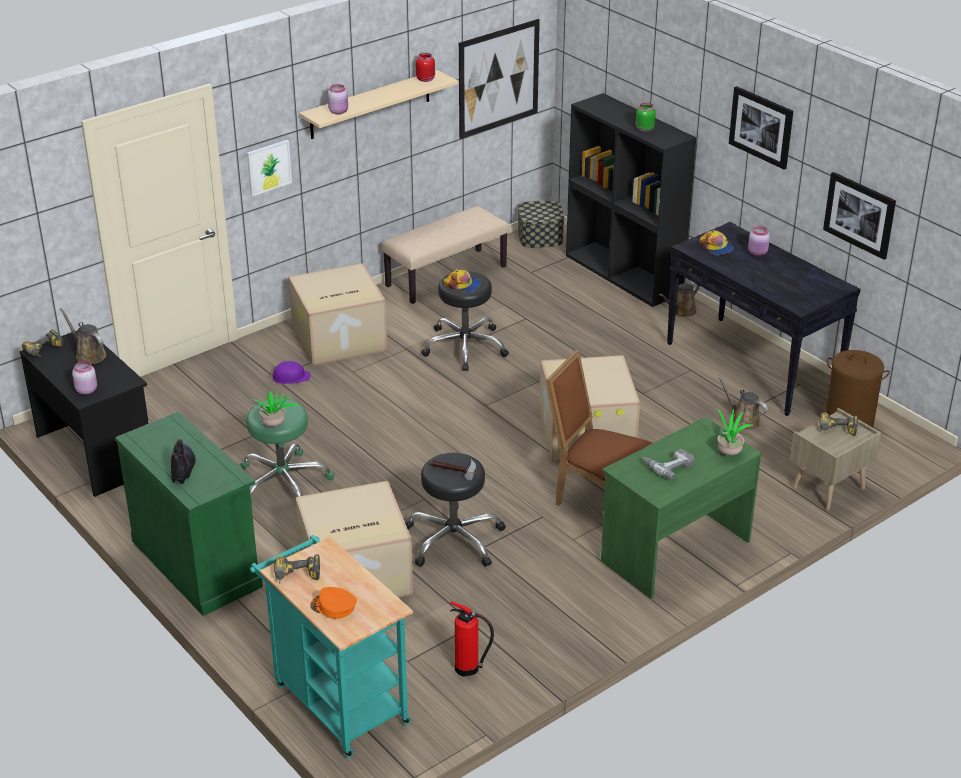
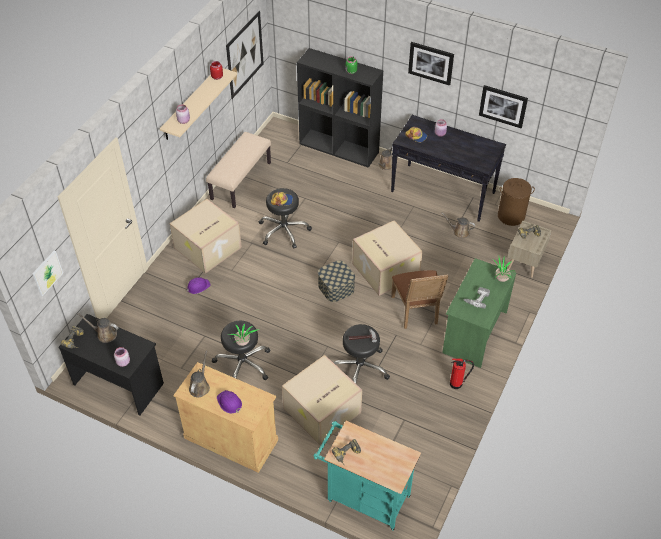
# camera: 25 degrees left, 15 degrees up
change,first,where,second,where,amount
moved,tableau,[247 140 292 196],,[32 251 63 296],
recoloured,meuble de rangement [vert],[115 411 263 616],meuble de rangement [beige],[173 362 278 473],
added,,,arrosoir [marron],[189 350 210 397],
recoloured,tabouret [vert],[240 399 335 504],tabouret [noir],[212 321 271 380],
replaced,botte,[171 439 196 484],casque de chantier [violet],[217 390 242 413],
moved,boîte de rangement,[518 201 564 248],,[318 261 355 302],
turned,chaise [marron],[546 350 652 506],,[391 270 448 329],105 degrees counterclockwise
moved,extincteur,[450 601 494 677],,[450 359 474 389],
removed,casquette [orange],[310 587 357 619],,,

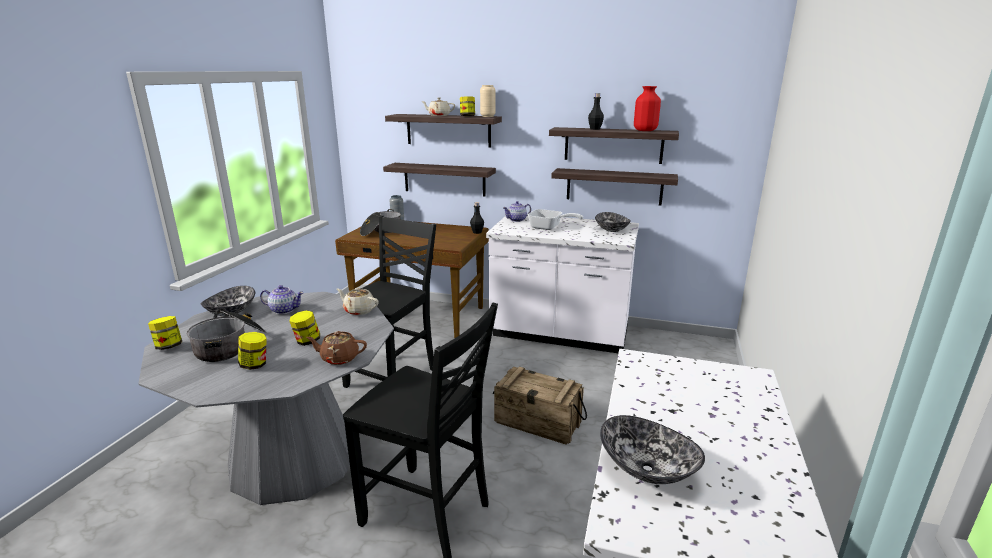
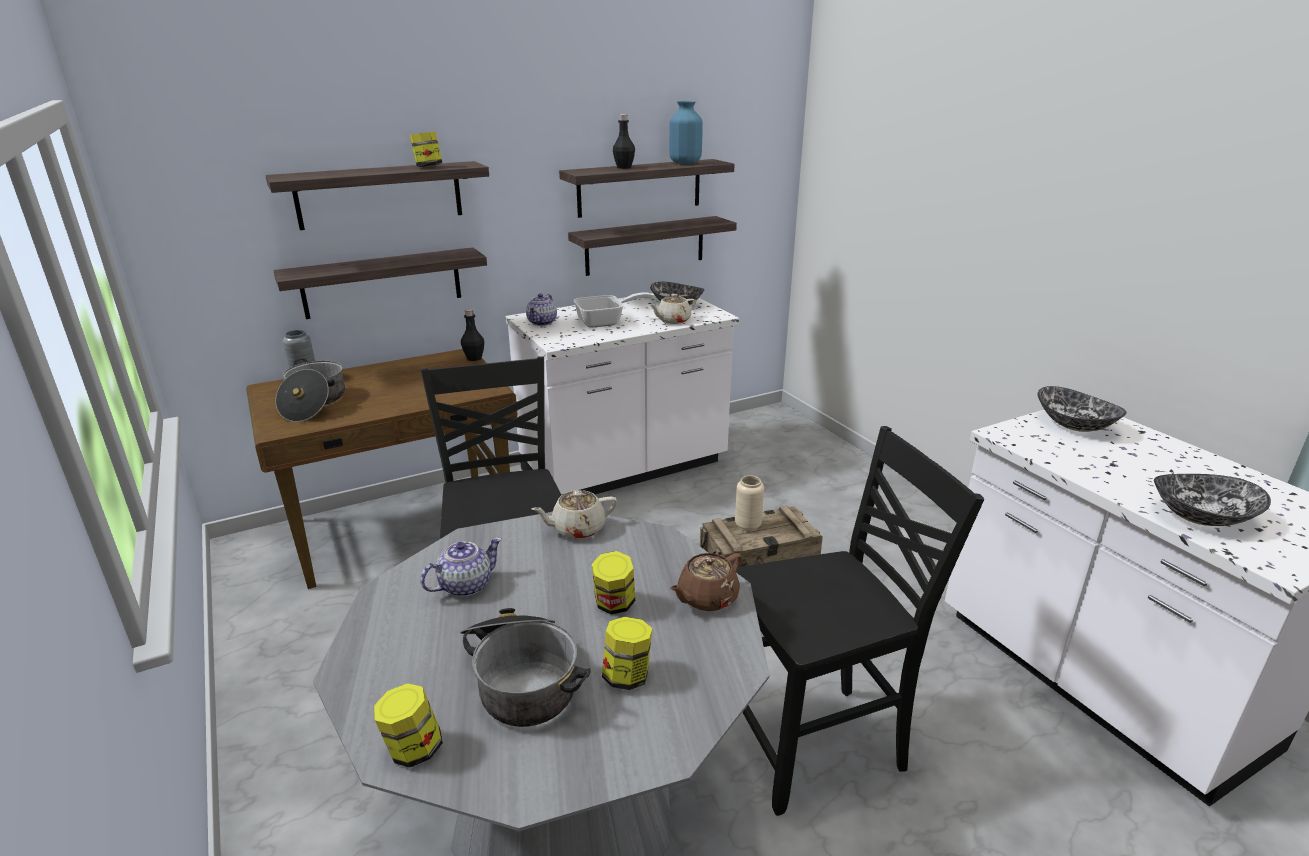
# camera: 45 degrees left, 5 degrees up
change,first,where,second,where,amount
moved,théière [beige],[421 97 455 116],,[650 294 696 324],
recoloured,vase [rouge],[634 86 661 131],vase [bleu],[669 101 703 164],
moved,vase [beige],[480 85 495 117],,[735 475 764 531],
moved,bol,[201 286 255 316],,[1038 386 1127 432],

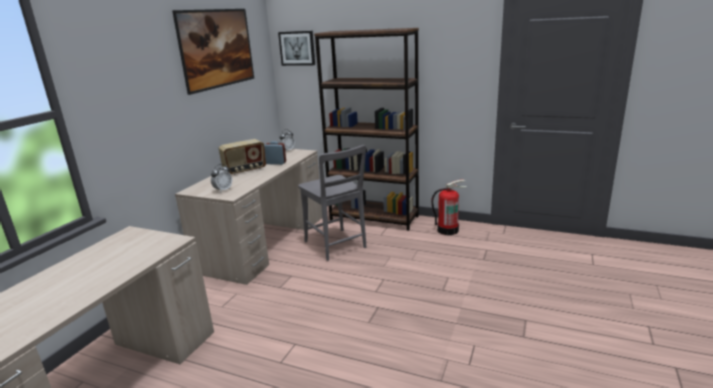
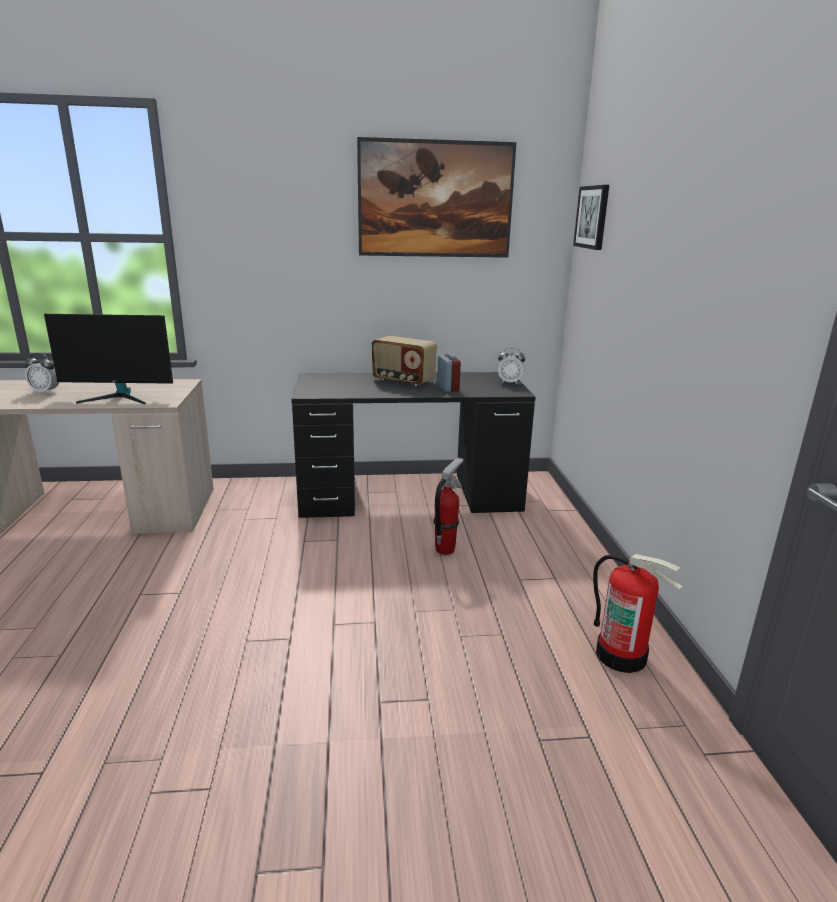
# camera: 60 degrees right, 0 degrees up
change,first,where,second,where,amount
moved,réveil,[211 164 232 193],,[24 353 59 394],
added,,,écran d'ordinateur,[44 314 173 404],
recoloured,bureau [beige],[175 149 322 285],bureau [noir],[291 372 536 518],
replaced,chaise [gris],[298 145 366 261],extincteur,[433 457 464 555],
removed,bibliothèque [marron],[314 28 419 231],,,

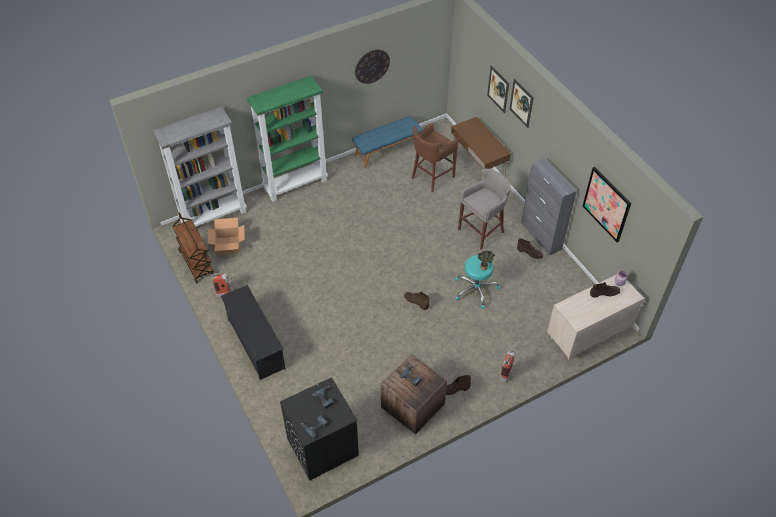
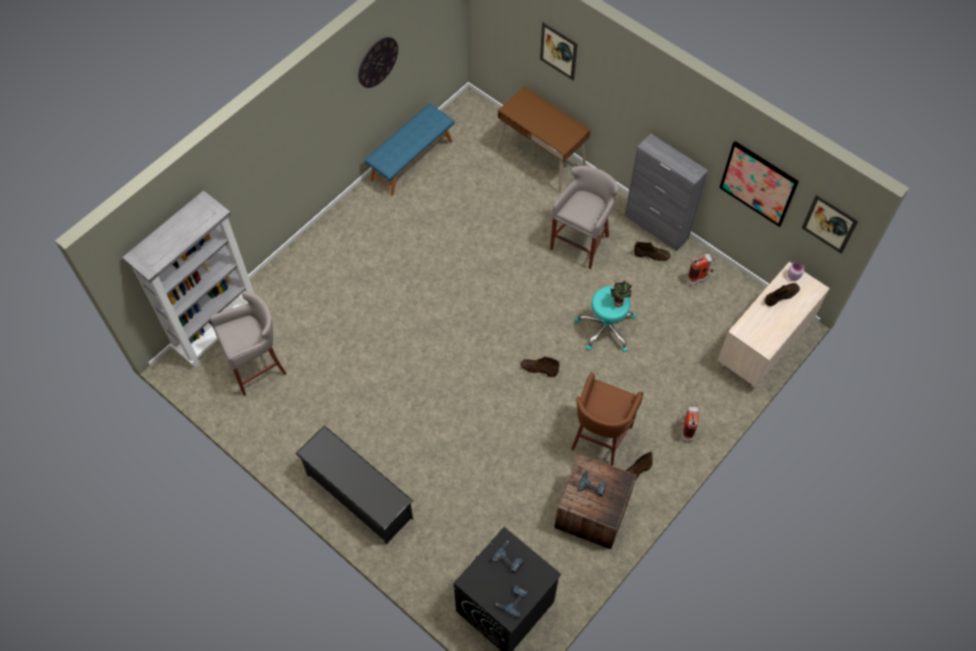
# camera: 20 degrees left, 10 degrees up
change,first,where,second,where,amount
replaced,carton,[208 217 245 254],tabouret [gris],[210 291 286 396],
moved,tabouret [marron],[412 123 458 192],,[571 372 643 466],
moved,extincteur,[212 273 236 297],,[686 254 715 286],
moved,tableau,[509 78 534 128],,[802 194 858 254],
removed,chariot [marron],[172 213 214 283],,,
removed,bibliothèque [vert],[247 76 328 202],,,

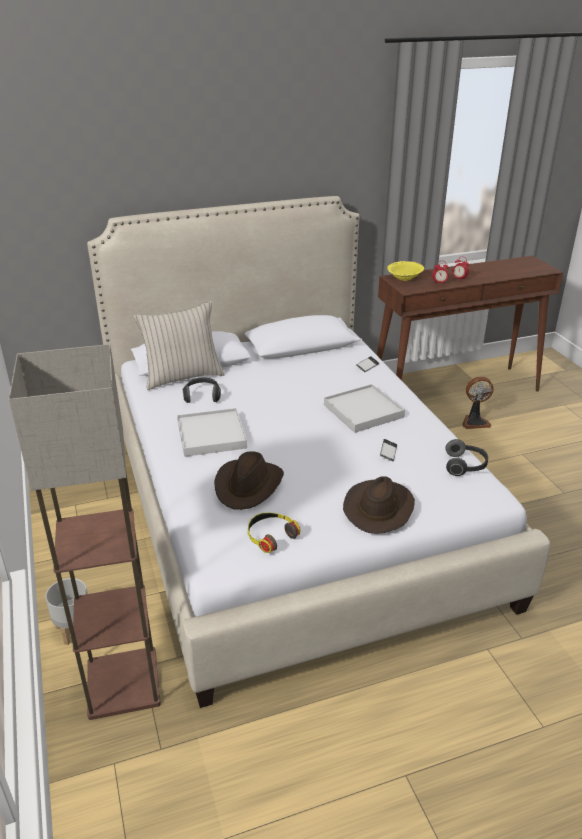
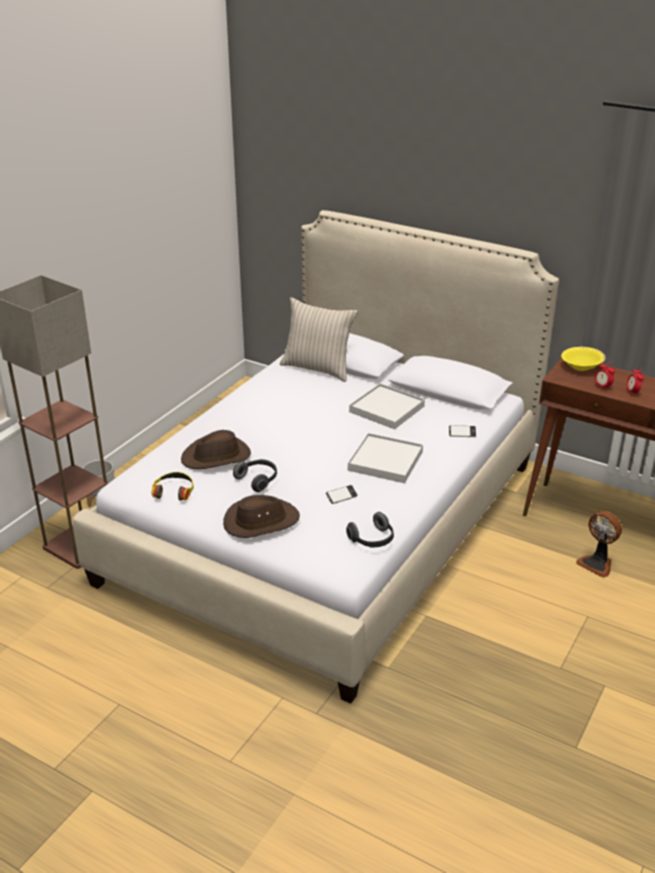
# camera: 50 degrees right, 0 degrees up
change,first,where,second,where,amount
moved,casque audio,[183 377 221 403],,[233 459 277 492],
moved,plateau [blanc],[177 408 247 457],,[349 383 425 429],

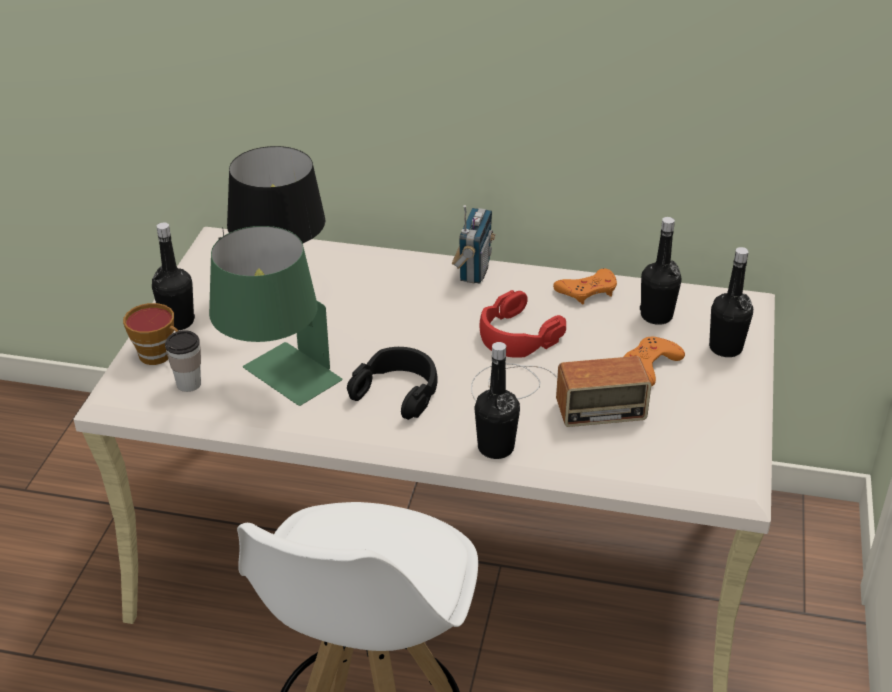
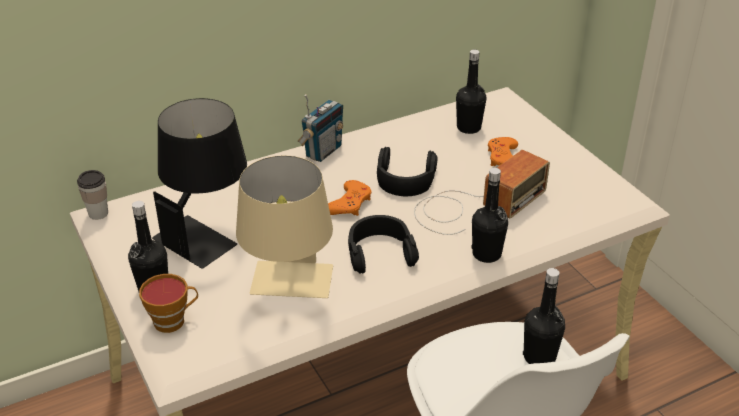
# camera: 40 degrees left, 0 degrees up
change,first,where,second,where,amount
moved,tasse,[165 330 201 392],,[77 170 108 220],
recoloured,lampe de table [vert],[209 226 342 406],lampe de table [beige],[236 156 333 298],
turned,radio,[452 205 495 283],,[298 94 343 162],60 degrees clockwise
moved,manette [orange],[553 269 617 304],,[328 180 371 216],
recoloured,casque audio [rouge],[480 290 566 358],casque audio [noir],[377 147 438 196],
moved,bouteille [noir],[709 247 753 357],,[523 268 565 364],

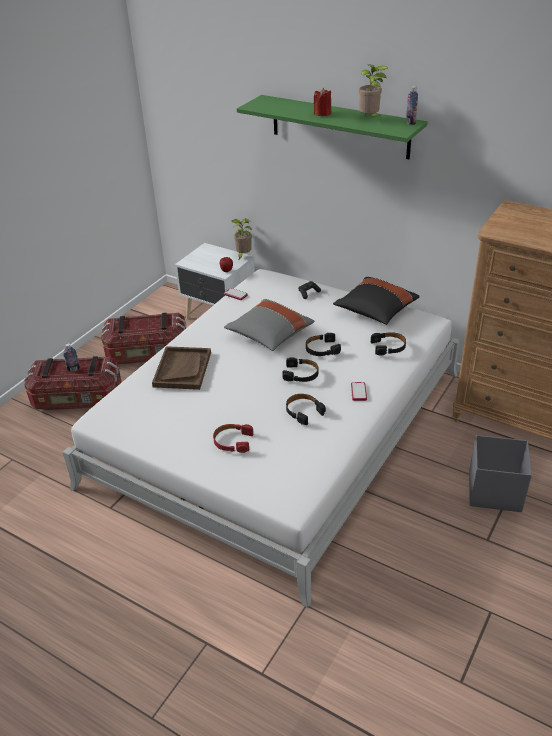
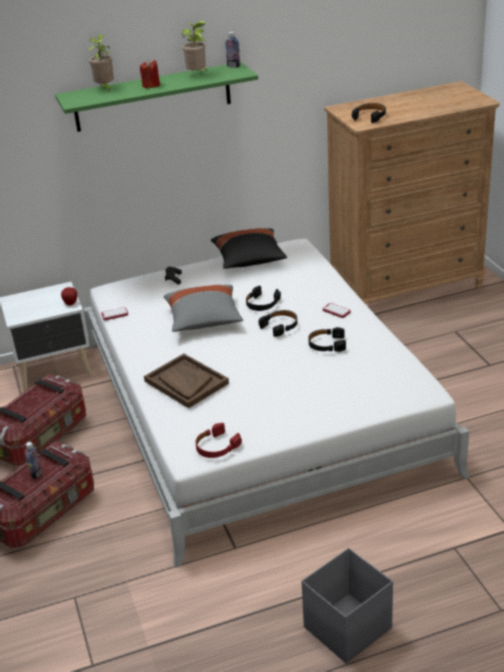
# camera: 50 degrees left, 5 degrees down
change,first,where,second,where,amount
moved,plante en pot,[232 219 252 261],,[88 35 114 91],
moved,casque audio [rouge],[213 424 253 453],,[195 423 242 458],
moved,boîte de rangement [gris],[469 435 532 512],,[302 548 393 664],
moved,casque audio [noir],[371 332 406 355],,[352 103 386 123],

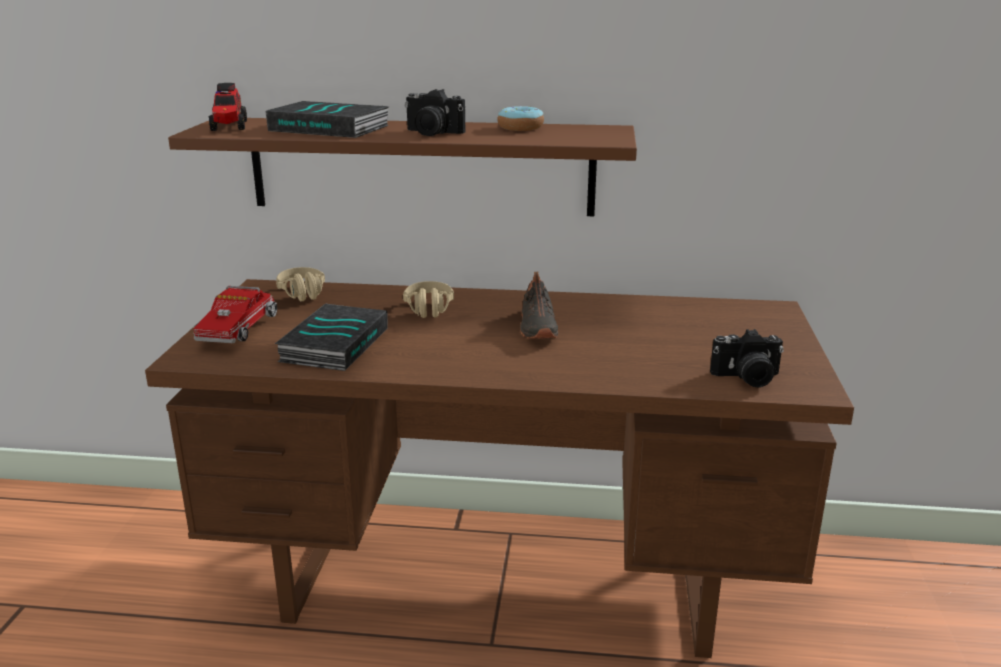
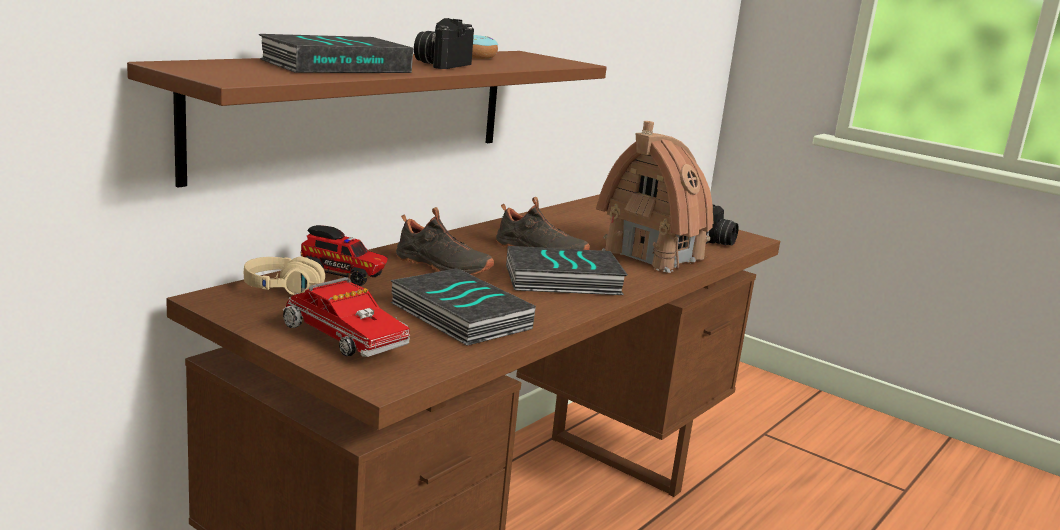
# camera: 60 degrees left, 5 degrees down
change,first,where,second,where,amount
moved,camion jouet,[208 83 247 131],,[301 225 388 286],
replaced,casque audio [beige],[403 281 454 318],chaussure [noir],[396 207 494 275],
turned,appareil photo,[405 89 466 136],,[414 18 474 69],150 degrees clockwise
added,,,livre,[506 246 628 295],
added,,,maison miniature,[596 121 713 273],

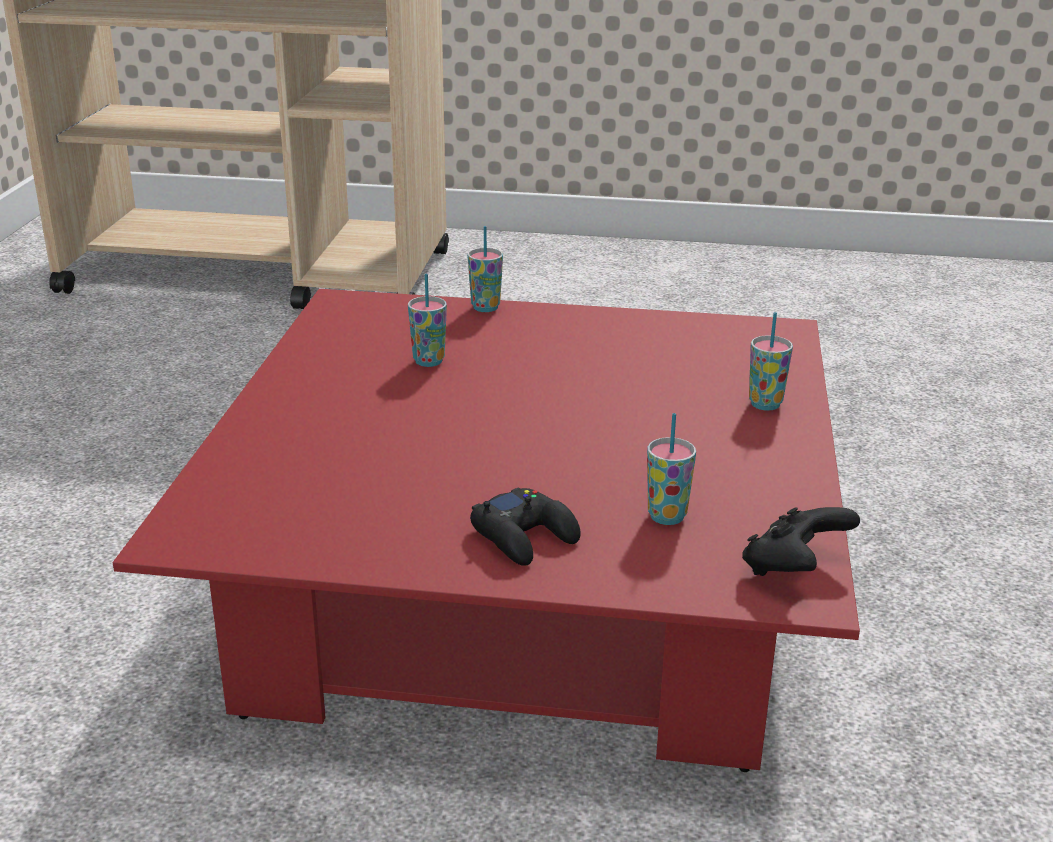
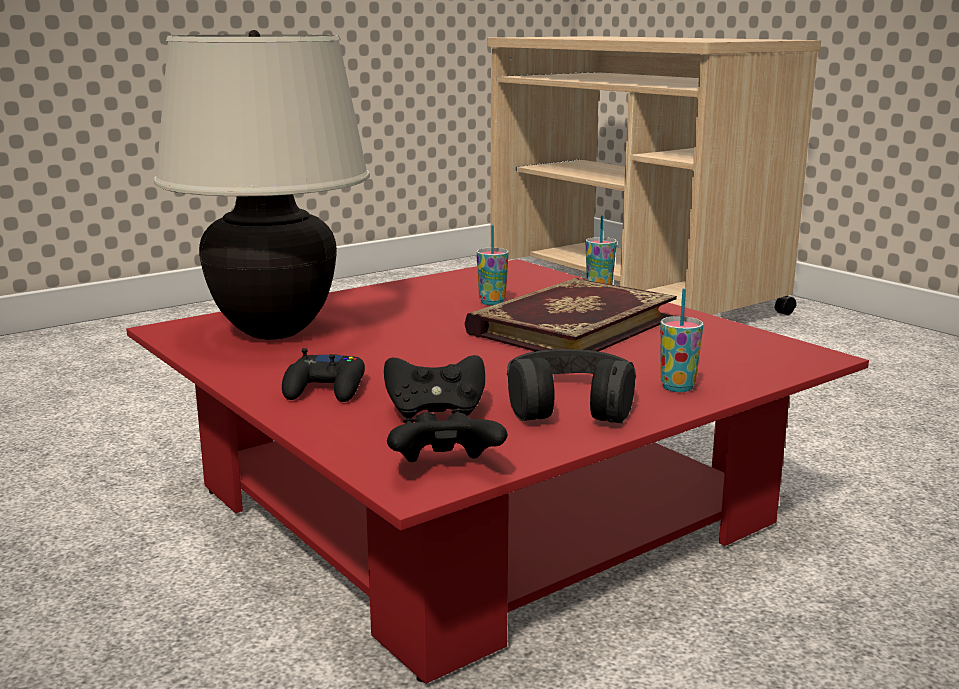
# camera: 45 degrees right, 10 degrees down
change,first,where,second,where,amount
added,,,lampe de table [beige],[154 30 369 340],
replaced,tasse,[647 413 696 525],manette [noir],[384 355 485 419],
added,,,livre,[464 278 677 352],
added,,,casque audio [noir],[507 349 636 423],

